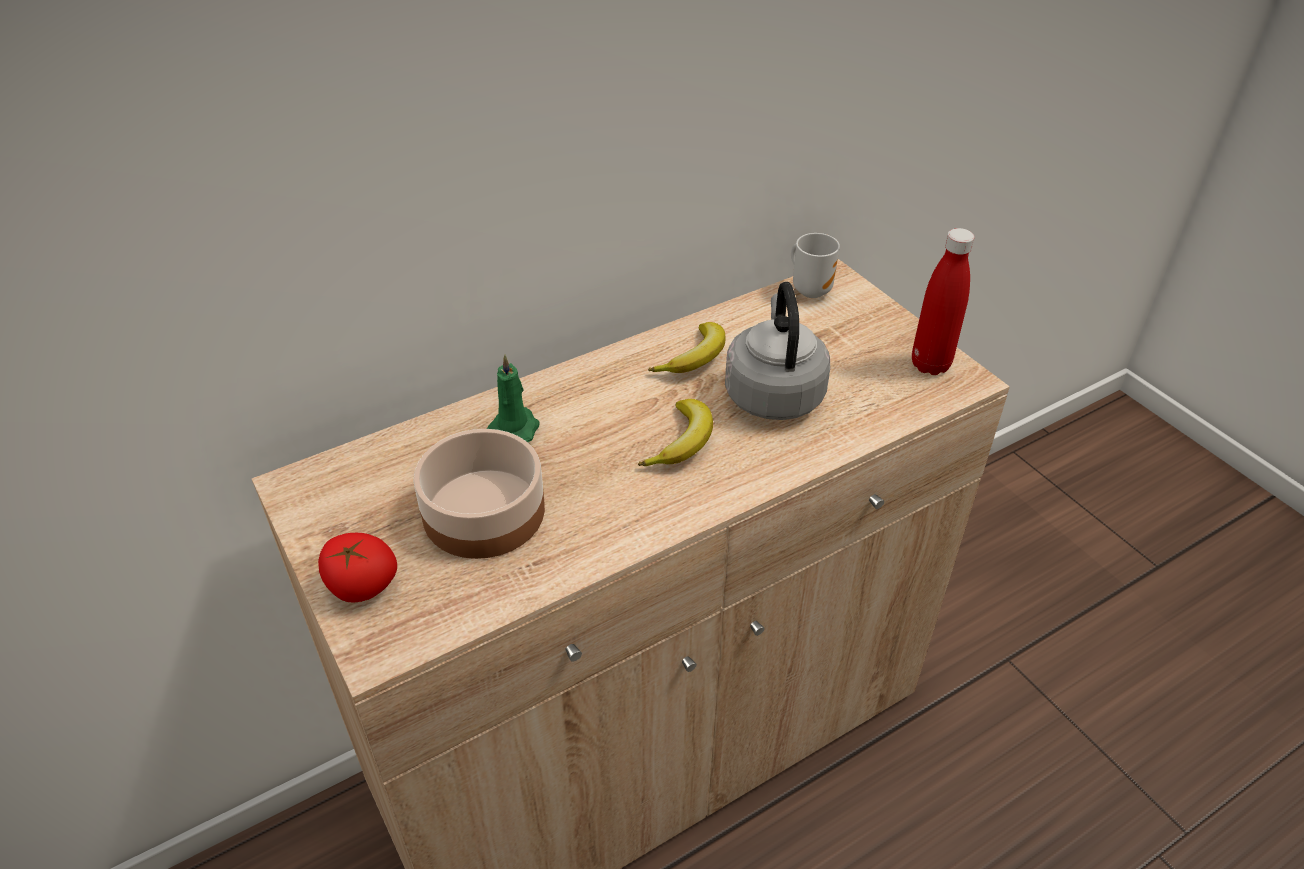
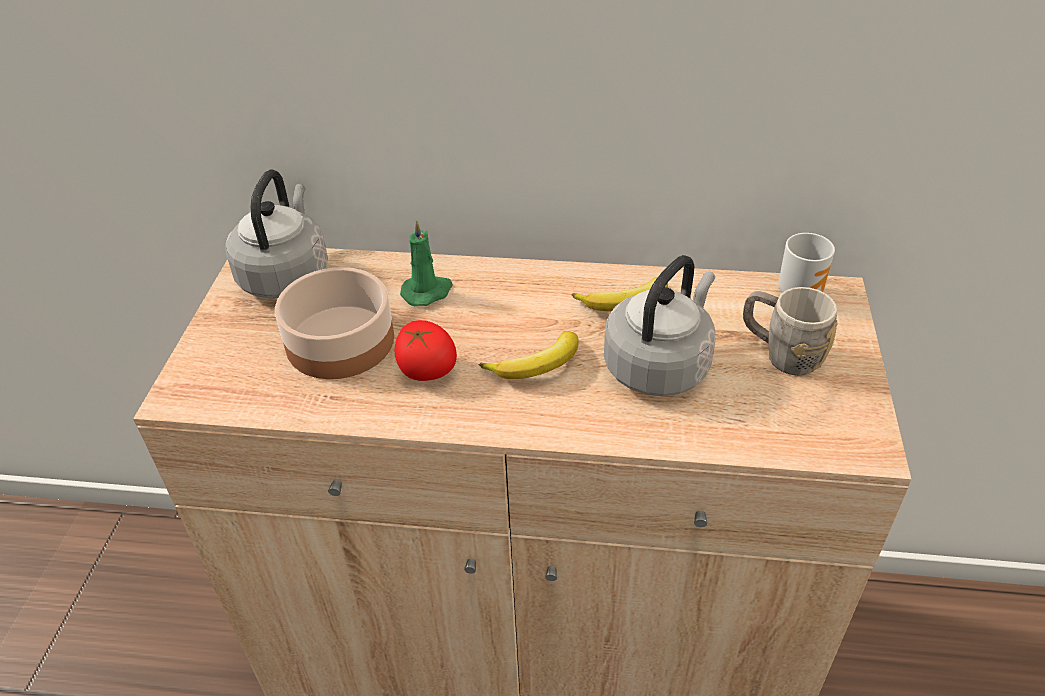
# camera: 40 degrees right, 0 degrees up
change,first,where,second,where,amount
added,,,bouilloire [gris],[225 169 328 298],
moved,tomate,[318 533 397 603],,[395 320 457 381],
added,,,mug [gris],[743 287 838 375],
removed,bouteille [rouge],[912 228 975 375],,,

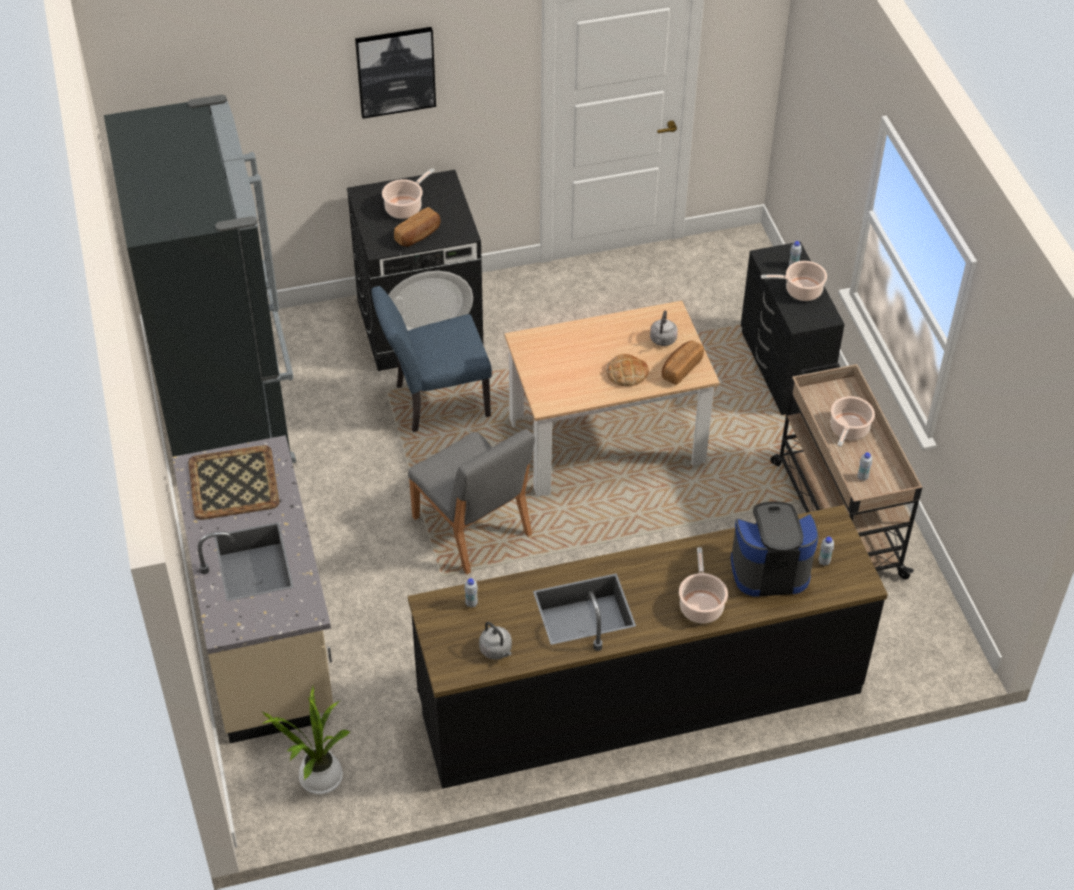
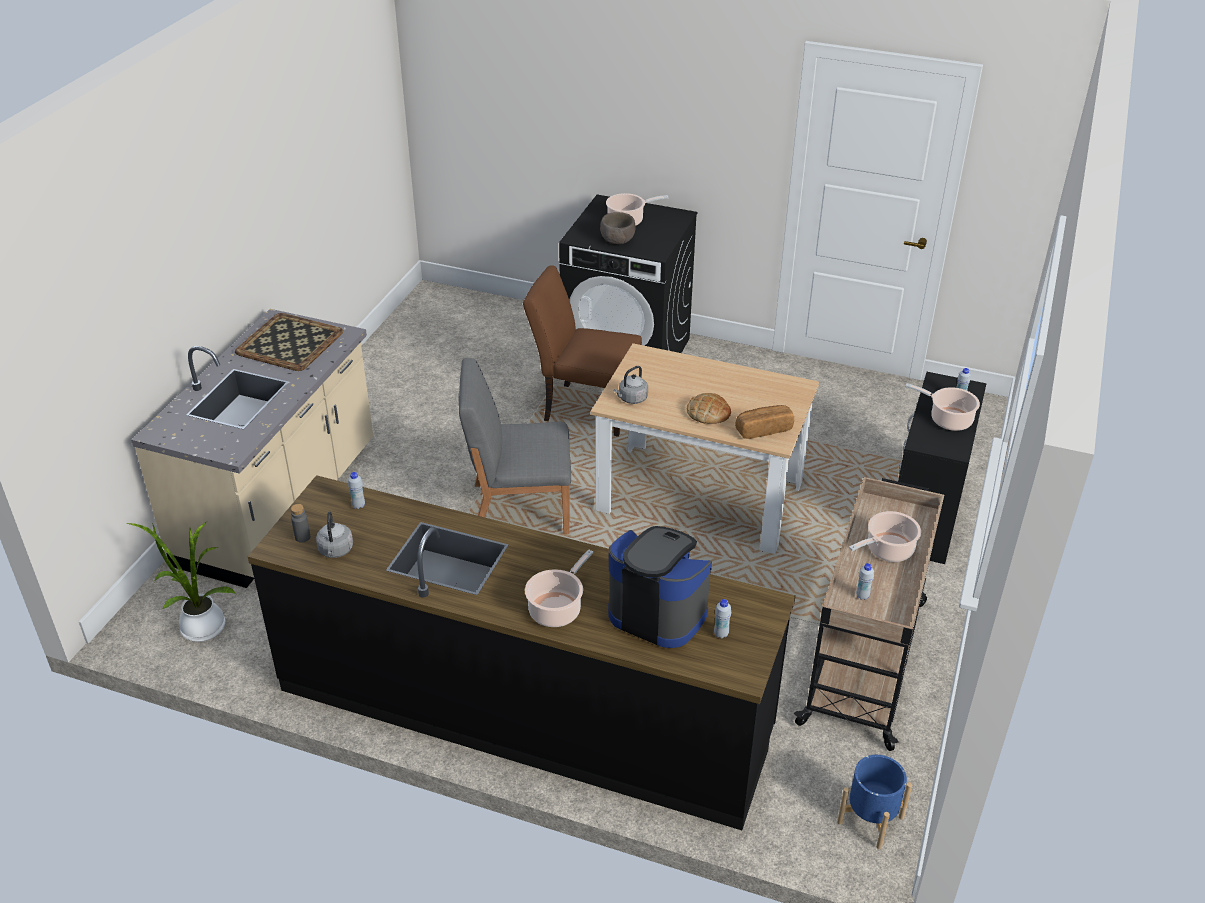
# camera: 35 degrees right, 10 degrees down
change,first,where,second,where,amount
added,,,bouteille [gris],[291 504 310 543],
turned,chaise [gris],[408 429 535 575],,[459 358 571 534],90 degrees clockwise
recoloured,chaise [bleu],[371 286 492 432],chaise [marron],[523 265 642 437],
replaced,pain,[394 207 441 247],bol [marron],[600 212 635 244],
moved,bouilloire [gris],[650 311 678 346],,[614 366 648 404],
added,,,cache-pot [bleu],[837 755 912 849],
removed,réfrigérateur [noir],[104 95 296 463],,,
removed,tableau,[355 27 436 119],,,

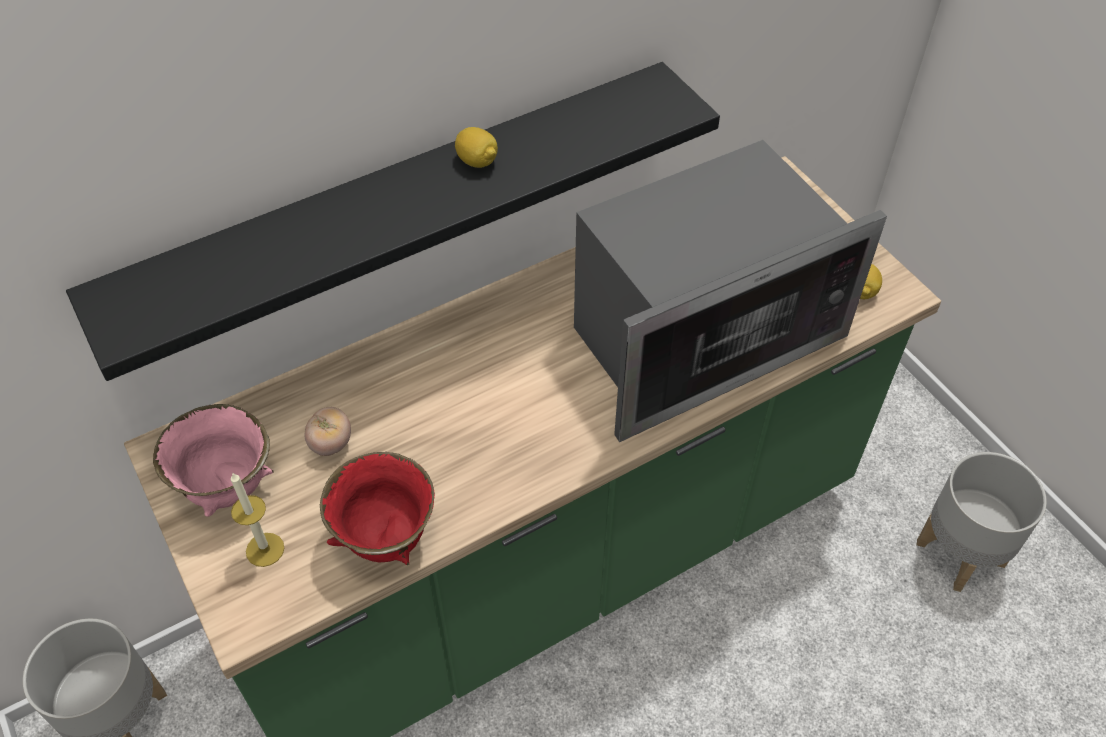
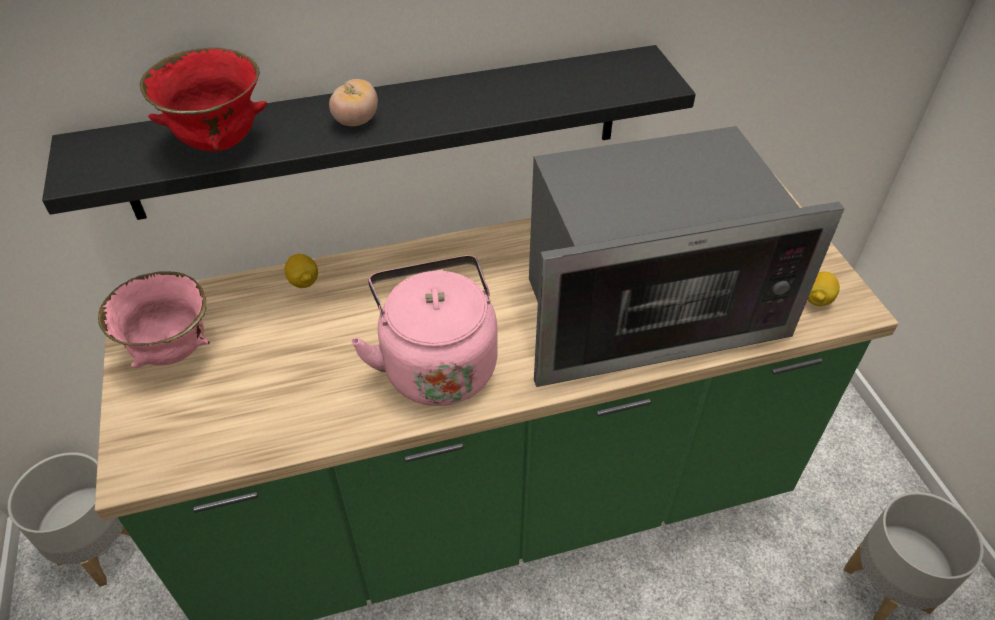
# camera: 15 degrees right, 5 degrees down
change,first,where,second,where,amount
moved,bol [rouge],[320 452 435 565],,[140 48 267 152],
moved,citron,[455 127 498 168],,[284 253 318 288],
moved,tomate,[304 407 351 456],,[329 79 378 126],
added,,,bouilloire [rose],[350 255 497 406],
removed,bougie,[231 472 284 567],,,

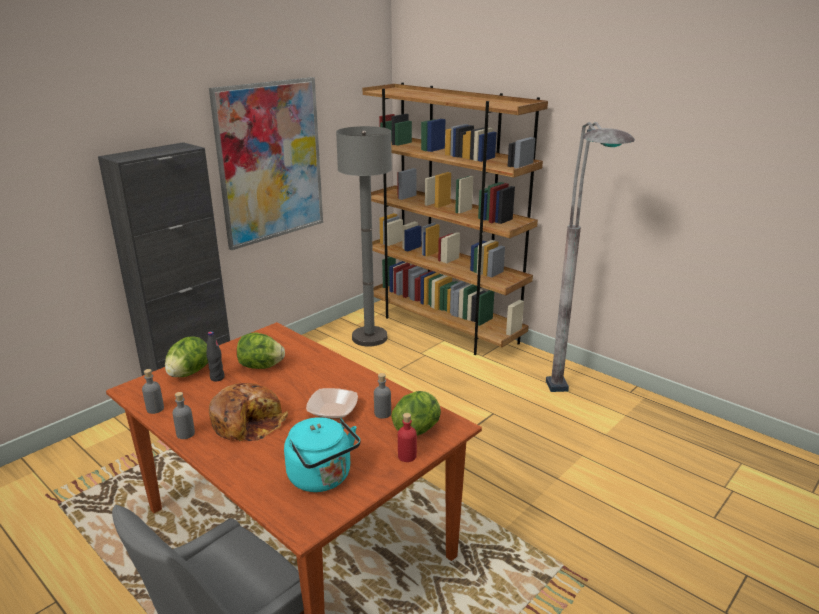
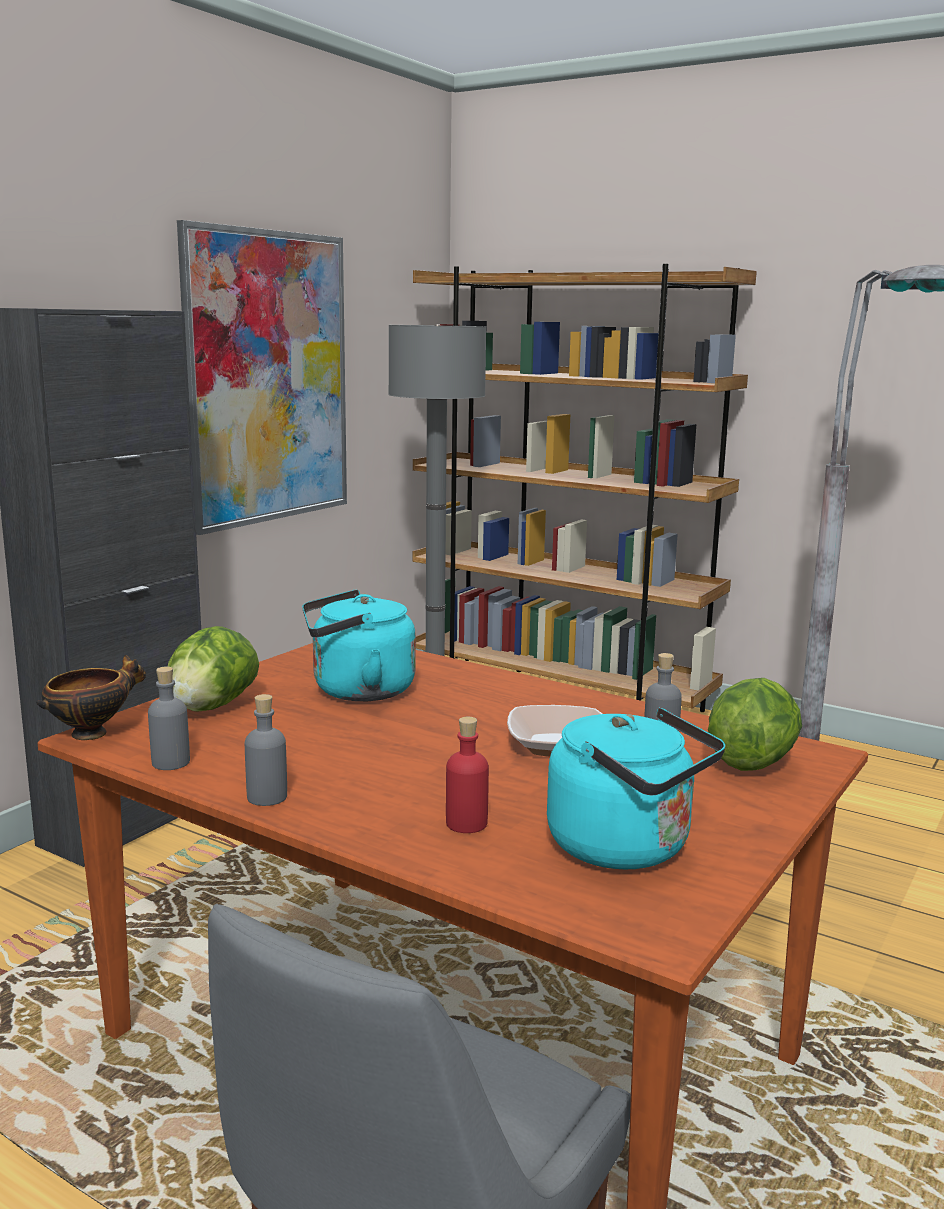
# camera: 10 degrees left, 10 degrees down
change,first,where,second,where,amount
added,,,bol,[36 655 146 740],
replaced,laitue,[237 332 285 369],bouilloire [turquoise],[302 589 416 701],
moved,bouteille [rouge],[398 413 417 462],,[446 717 489 833],
removed,bouteille [noir],[206 331 225 381],,,
removed,pain,[209 383 288 441],,,

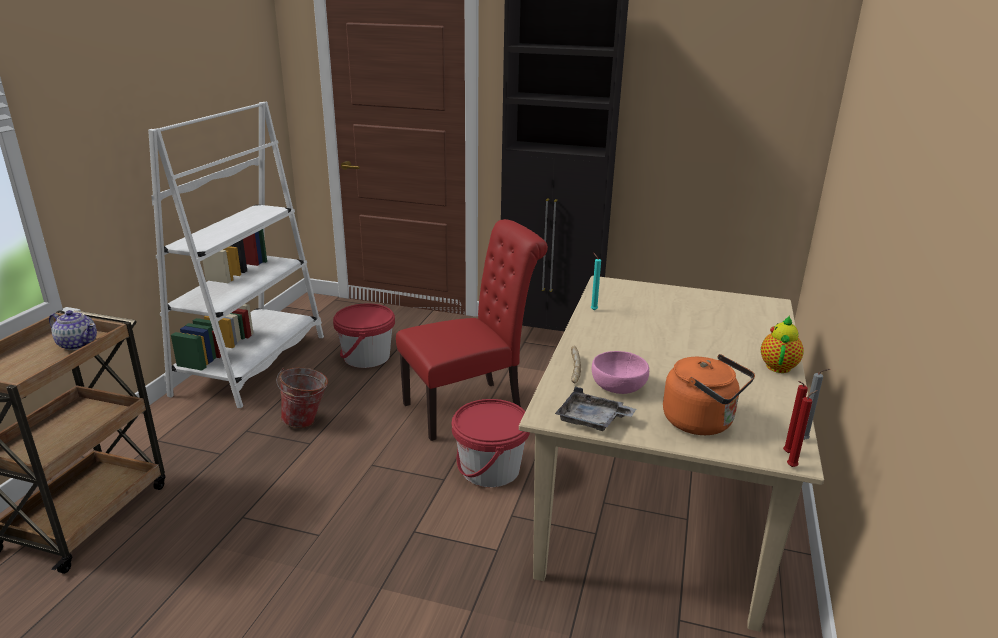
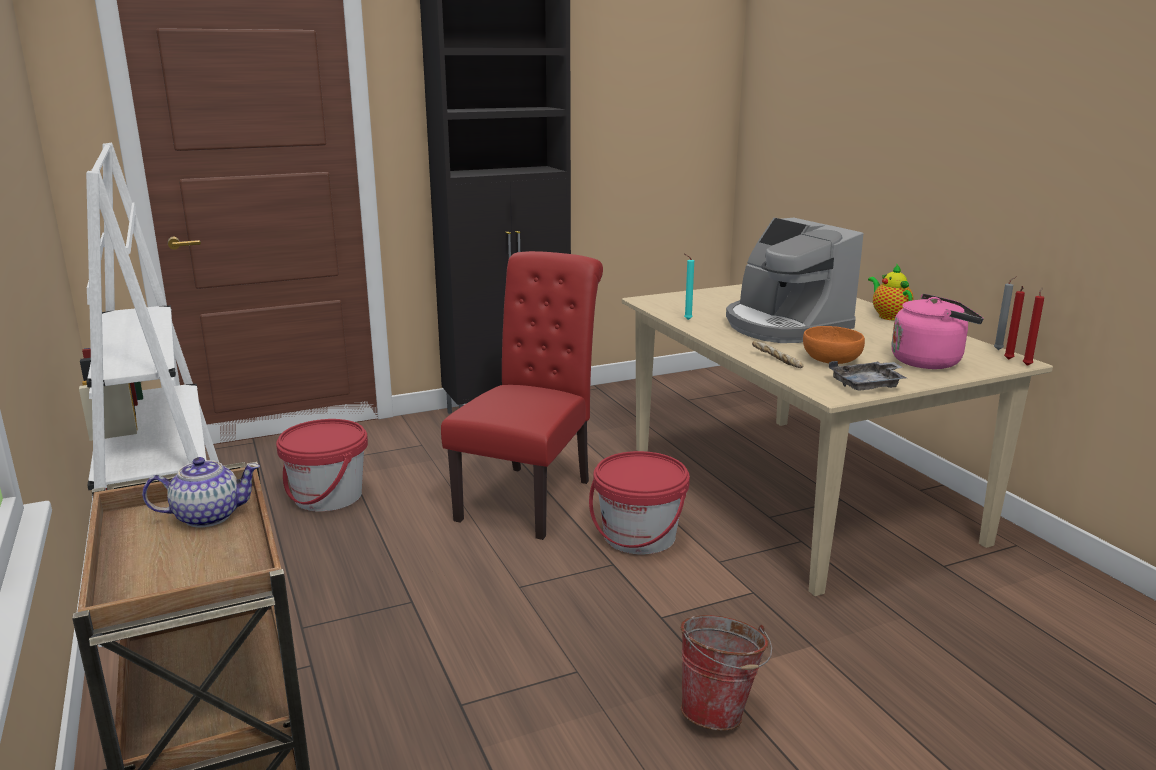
# camera: 40 degrees left, 5 degrees down
change,first,where,second,where,amount
moved,seau,[276 367 328 428],,[680 615 772 731],
added,,,machine à café,[726 218 863 343],
recoloured,bol [rose],[592 351 649 394],bol [orange],[803 326 865 364],
recoloured,bouilloire [orange],[663 354 755 435],bouilloire [rose],[891 294 984 369],

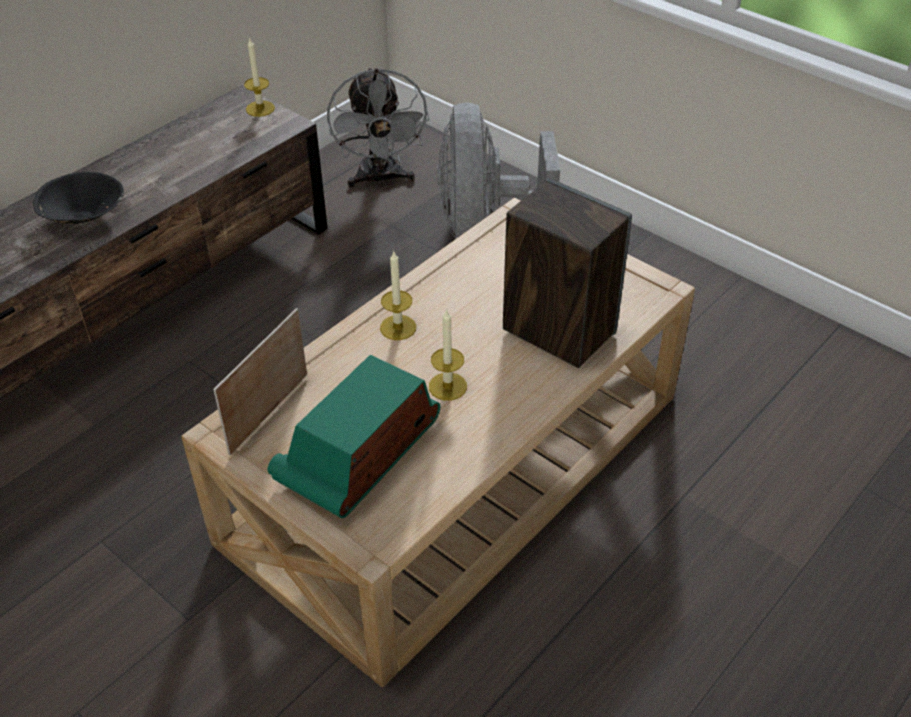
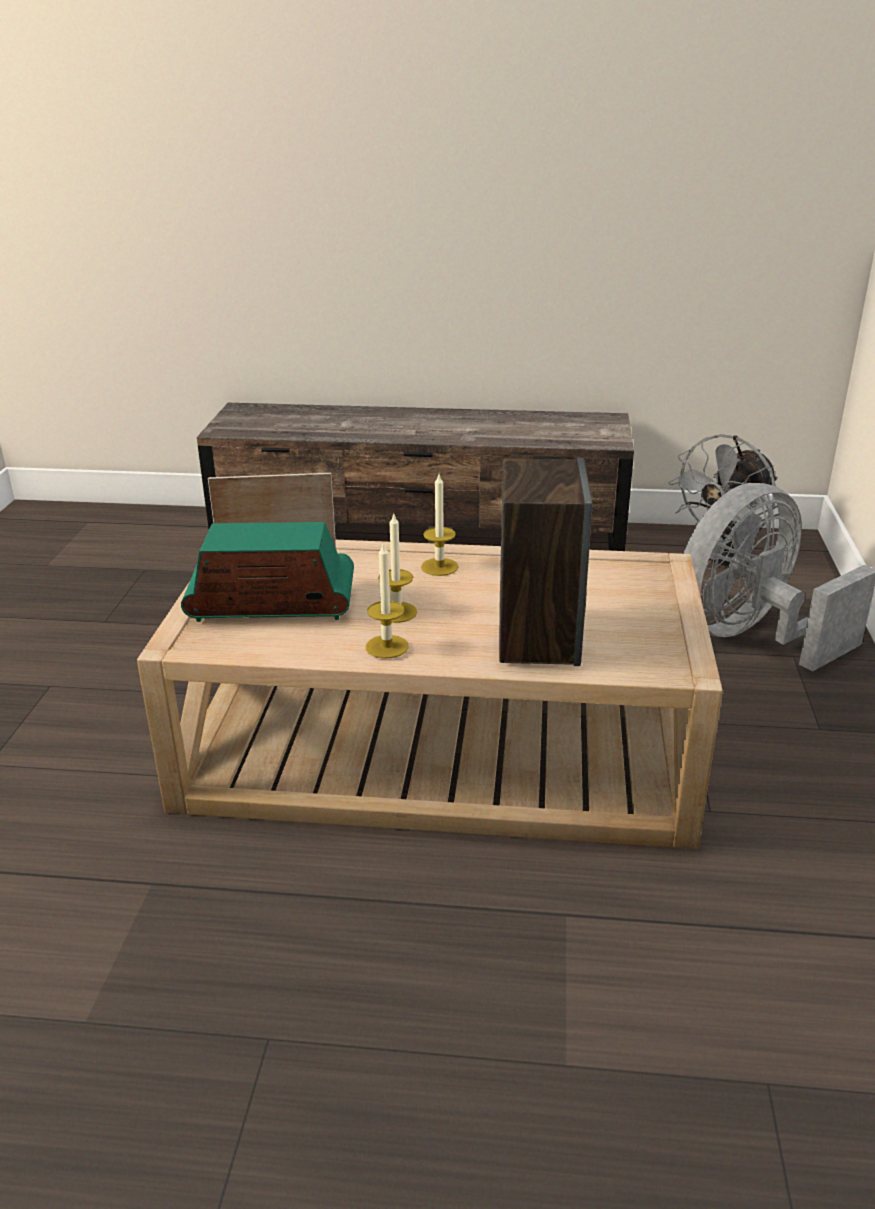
# camera: 55 degrees right, 15 degrees down
change,first,where,second,where,amount
moved,bougie,[244 39 275 117],,[366 544 409 659],
removed,bol [noir],[33 172 124 224],,,

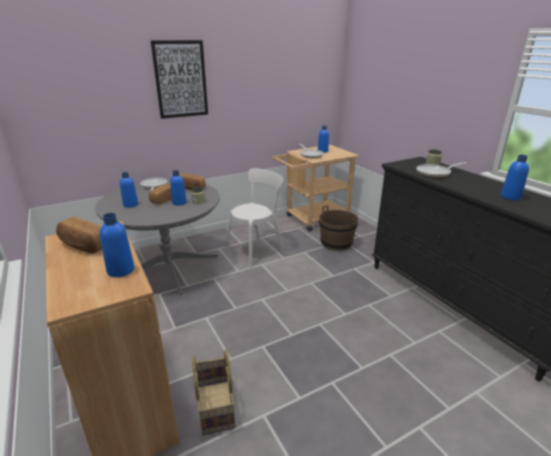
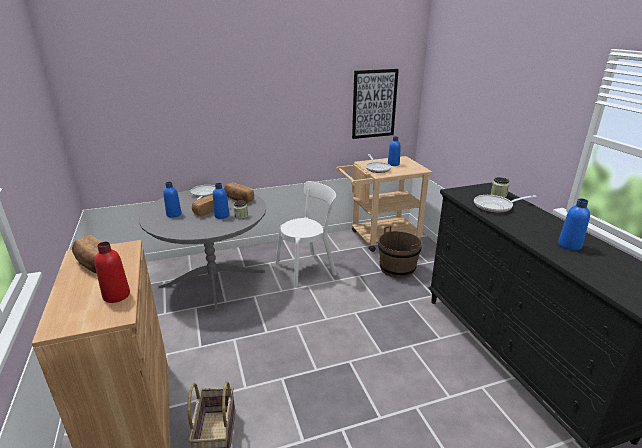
# camera: 10 degrees right, 0 degrees up
change,first,where,second,where,amount
recoloured,bouteille [bleu],[100 213 134 277],bouteille [rouge],[95 242 130 303],
moved,tableau,[150 40 208 119],,[352 69 399 139],

